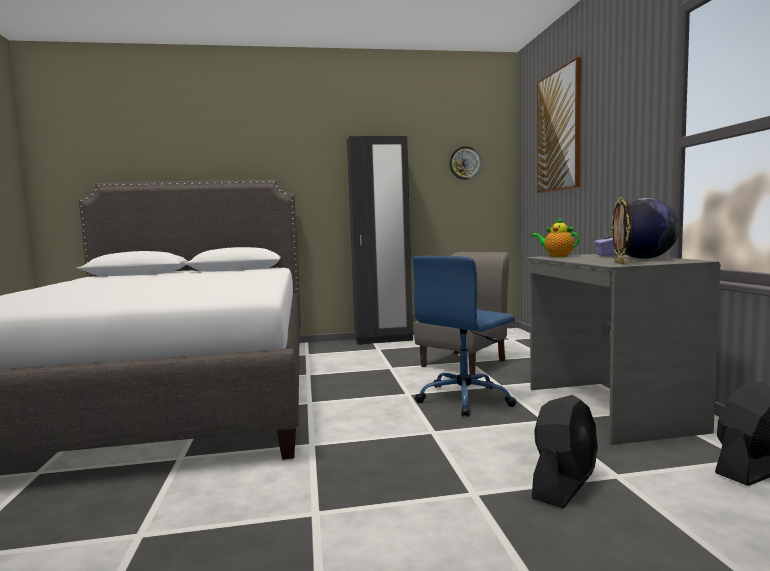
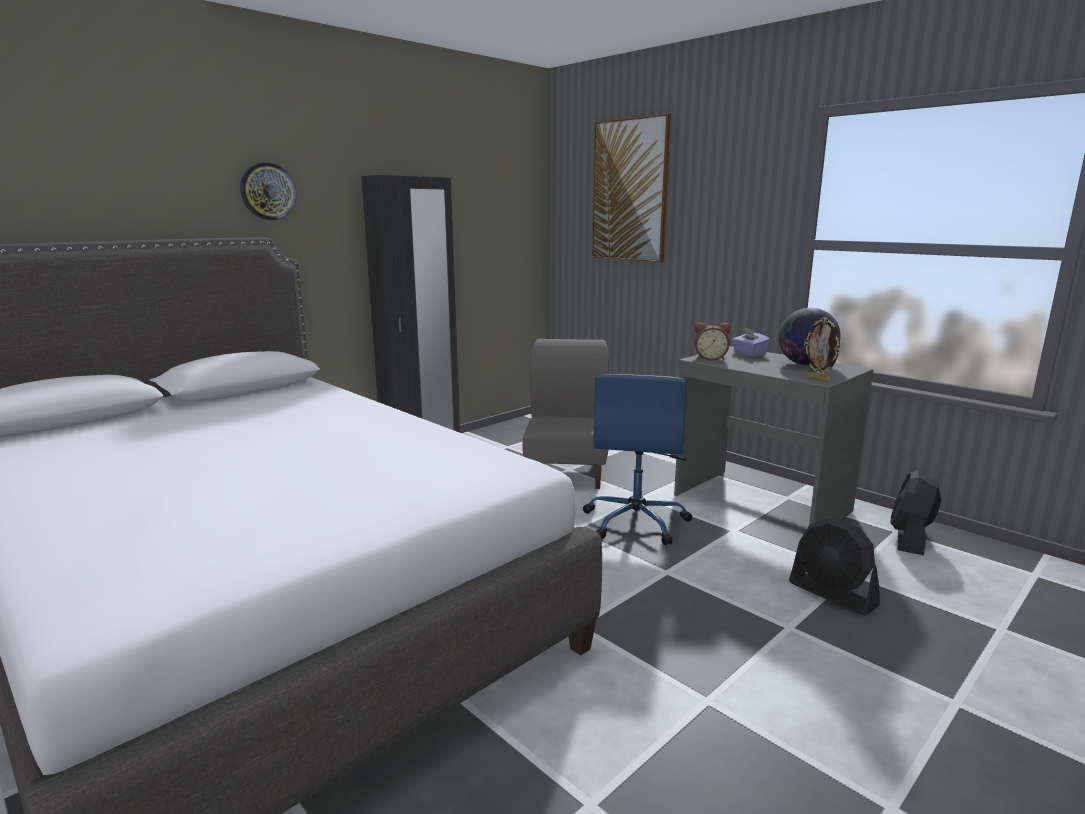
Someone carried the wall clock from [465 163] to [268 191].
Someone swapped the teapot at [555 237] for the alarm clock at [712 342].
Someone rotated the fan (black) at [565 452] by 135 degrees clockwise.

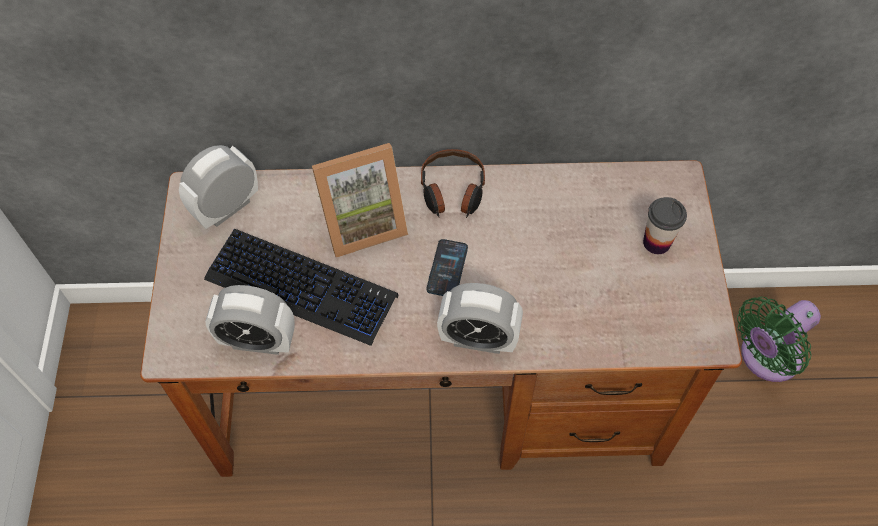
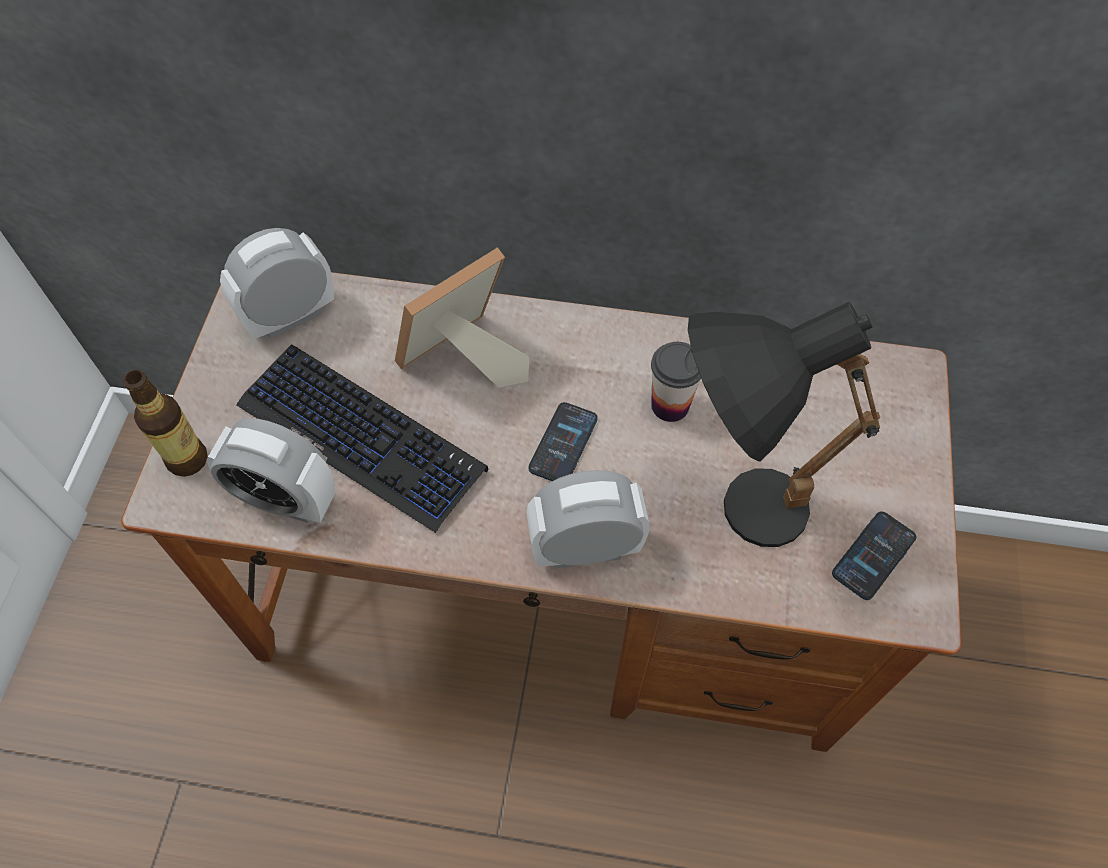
Someone rotated the picture frame at [360 200] by 150 degrees clockwise.
Someone took away the headphones at [453 183].
Someone rotated the alarm clock at [480 318] by 150 degrees clockwise.
Someone carried the cup from [665 225] to [676 382].
Someone took away the fan (green) at [779 339].
Someone put down the bottle at [165 423].
Someone put down the table lamp (black) at [784 424].
Someone put down the phone at [874 555].

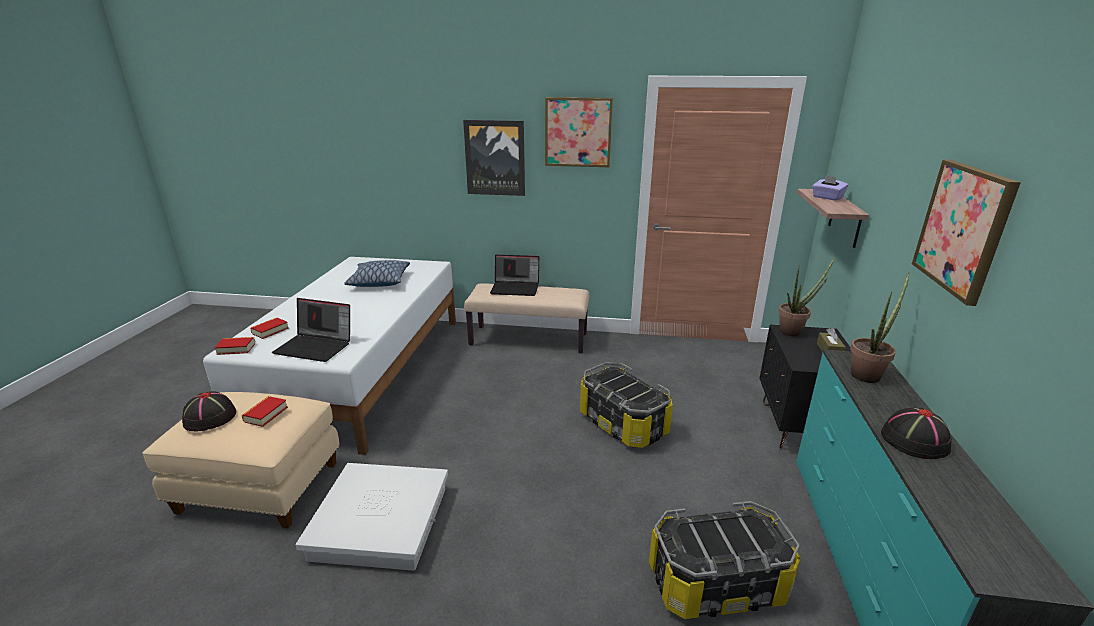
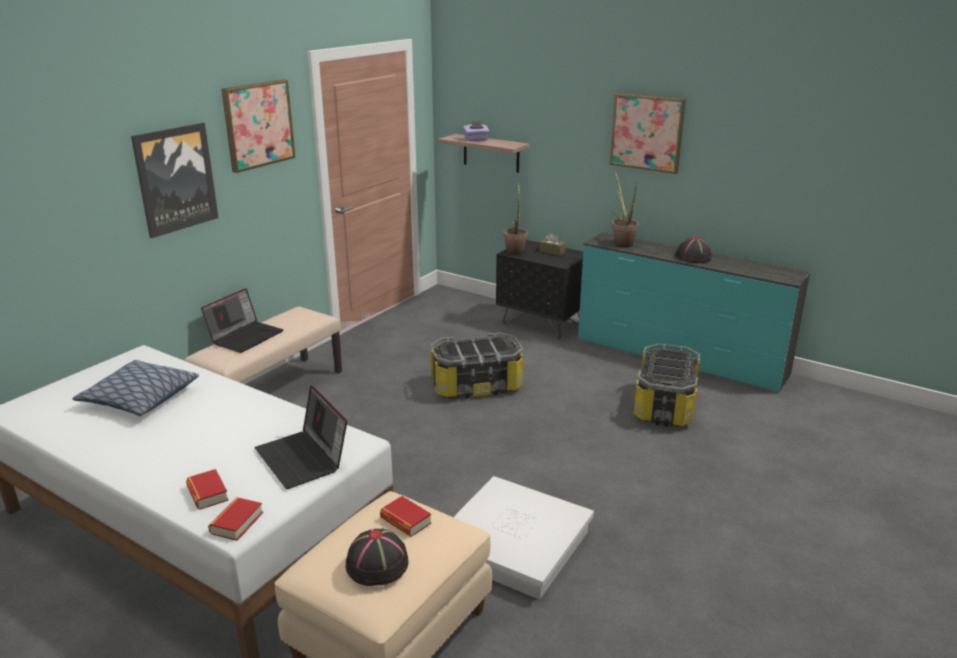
Someone rotated the laptop at [311 330] by 105 degrees clockwise.

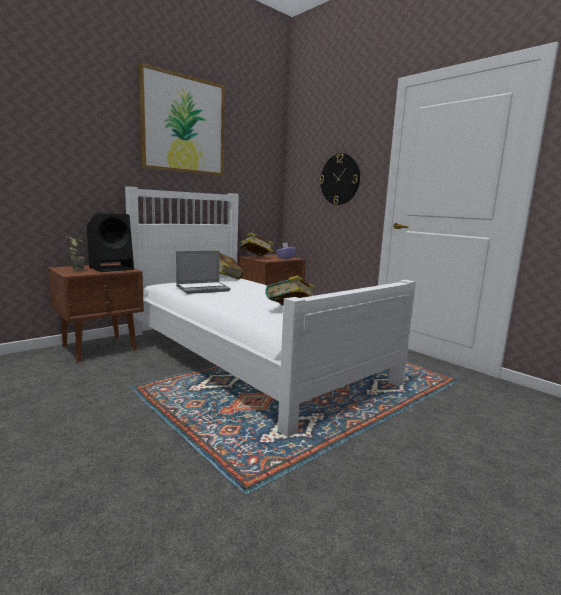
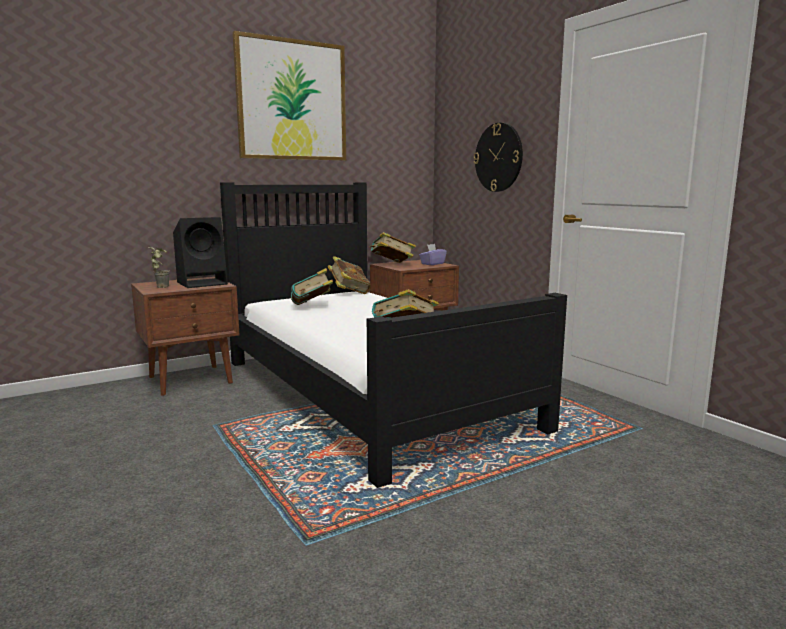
Someone repainted the bed (white) at [270 311], which became the bed (black) at [393 335].
Someone swapped the laptop at [203 272] for the book at [312 286].

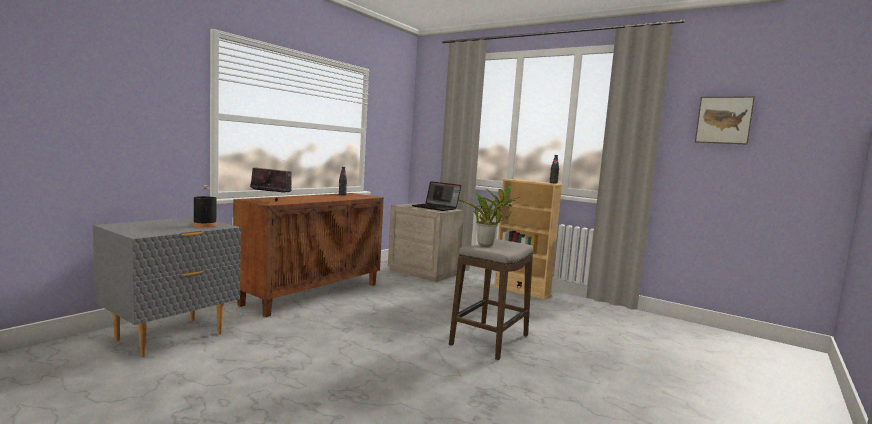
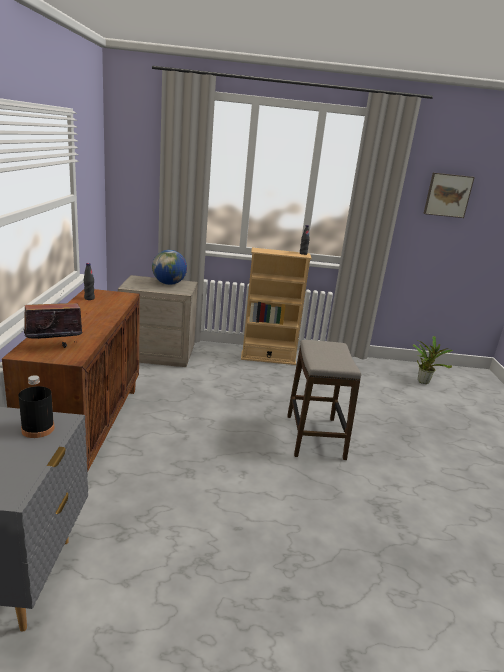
Someone swapped the laptop at [436 196] for the globe at [169 267].
Someone carried the potted plant from [488 215] to [433 360].

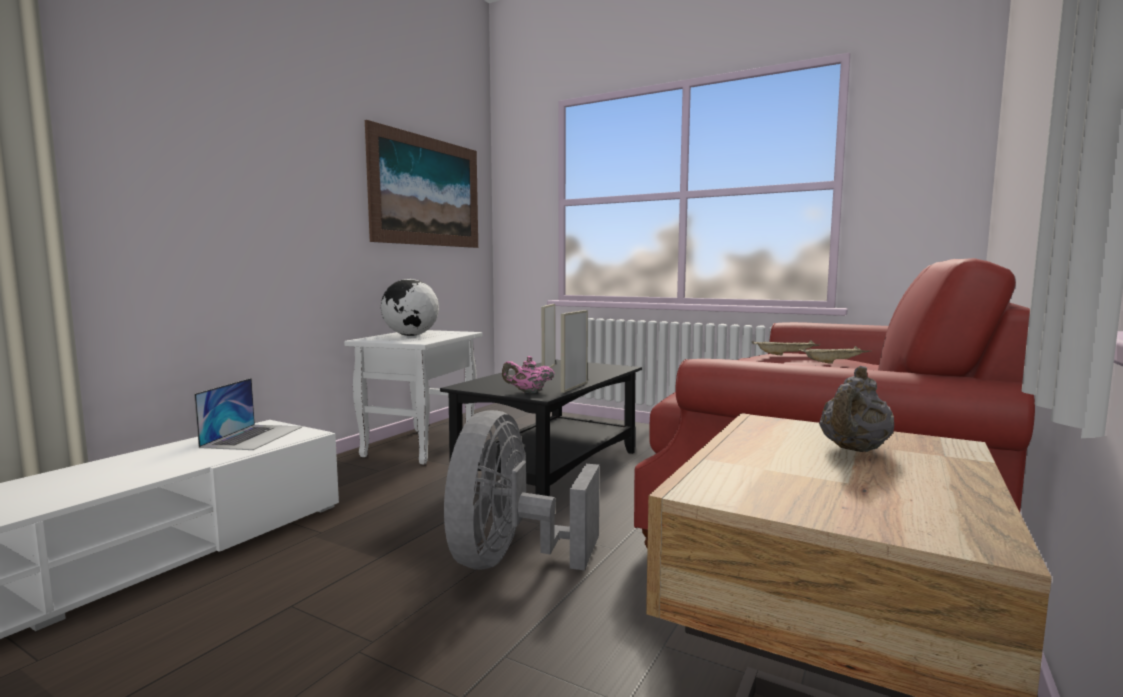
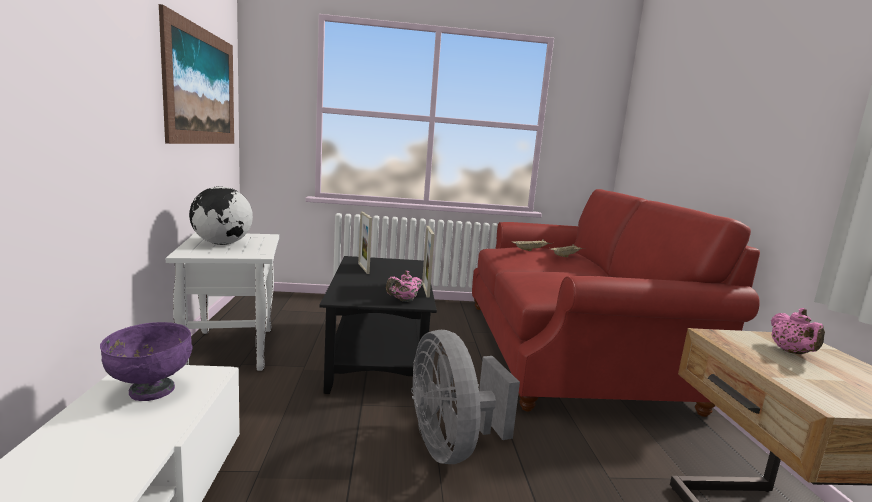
Someone swapped the laptop at [248 414] for the bowl (purple) at [146 361].
Someone repainted the teapot (grey) at [856 409], which became the teapot (pink) at [798 331].

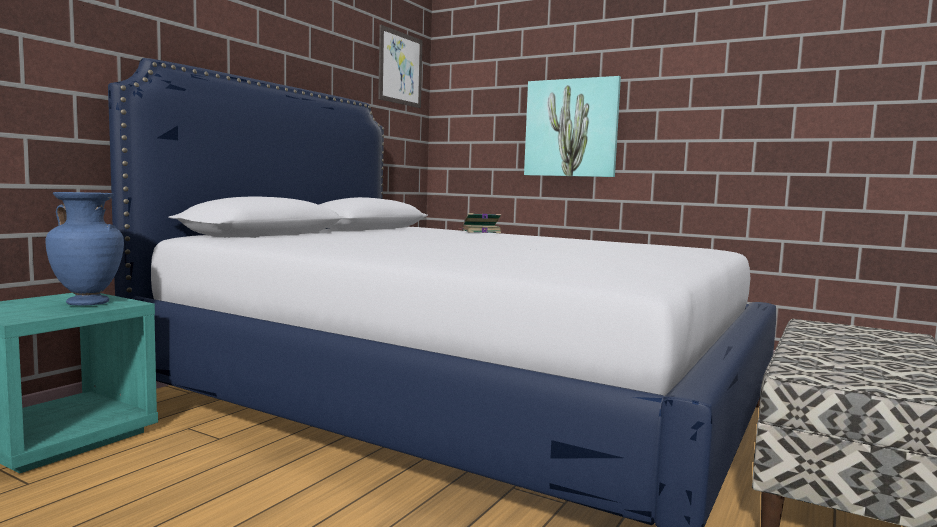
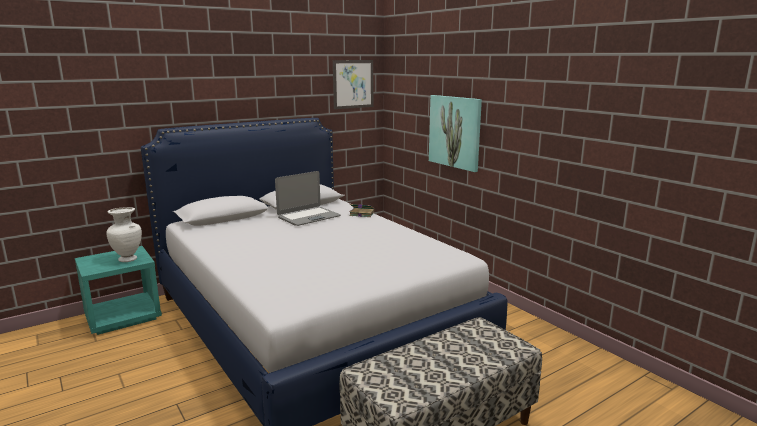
Someone repainted the vase (blue) at [84 249], which became the vase (white) at [124 234].
Someone put down the laptop at [308 198].

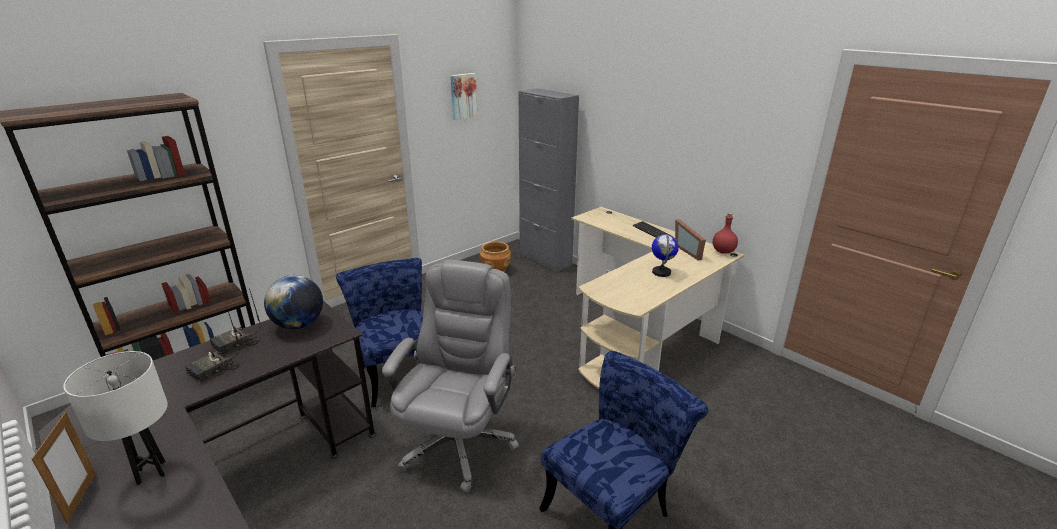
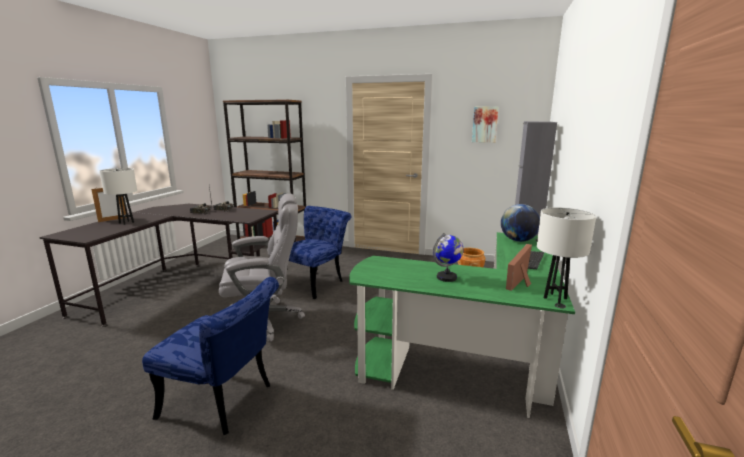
Someone carried the globe from [293 302] to [520 223].
Someone repainted the desk (beige) at [657 298], which became the desk (green) at [462 325].
Someone swapped the bottle (red) at [725 233] for the table lamp (white) at [566 256].

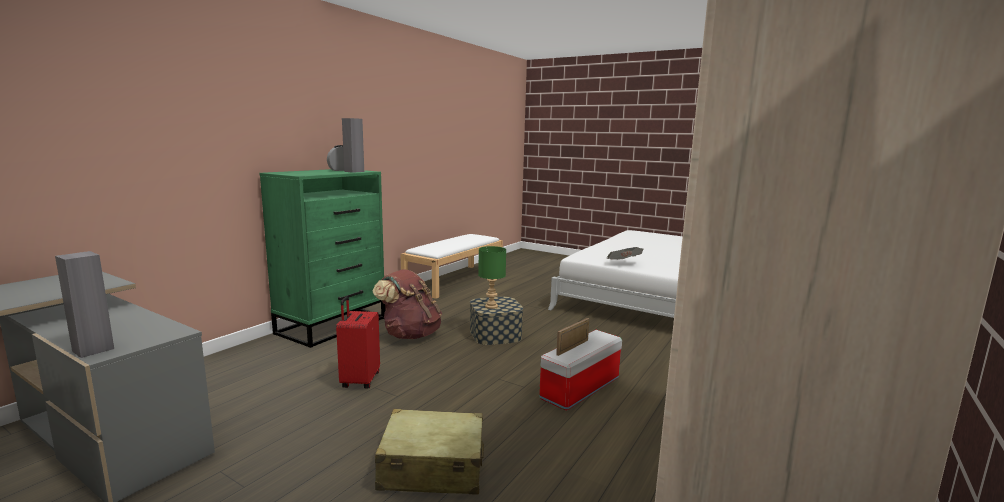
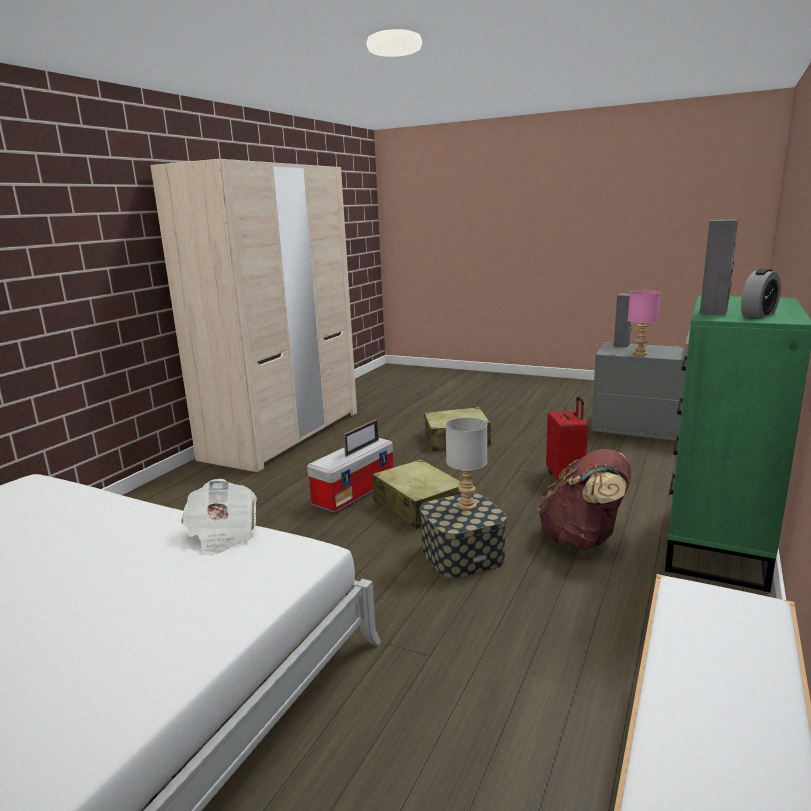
Someone repainted the table lamp (green) at [492 277], which became the table lamp (grey) at [466 464].
Someone put down the suitcase (beige) at [417 494].
Someone put down the table lamp (pink) at [644 323].

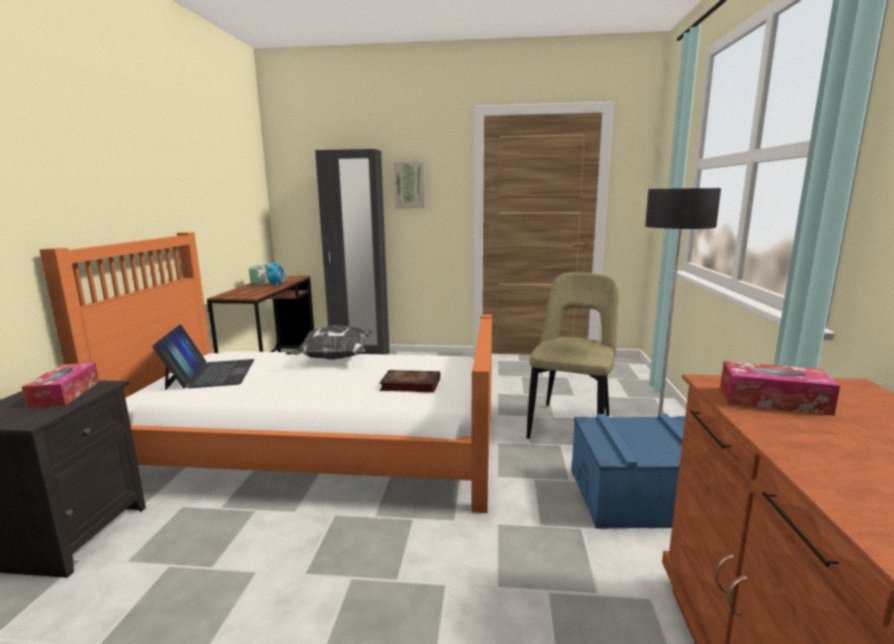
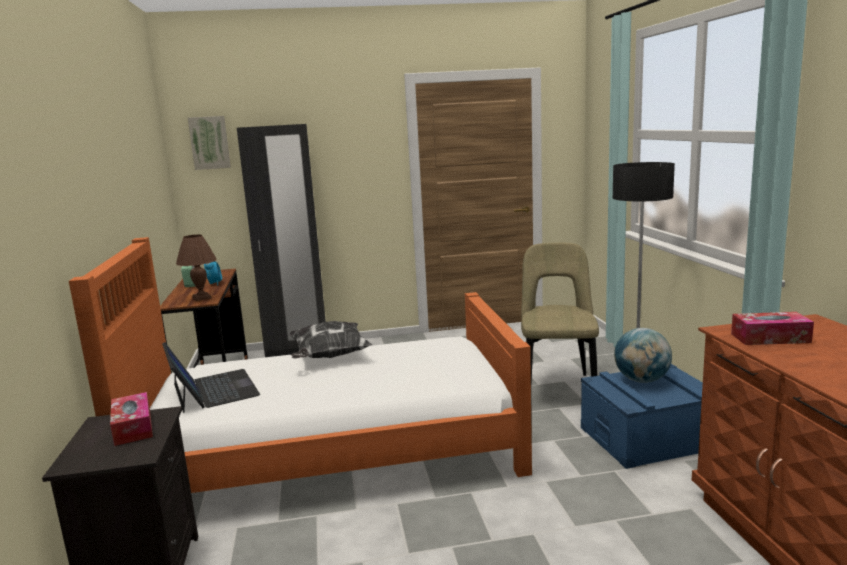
Someone took away the book at [409 381].
Someone carried the picture from [410 185] to [209 143].
Someone put down the table lamp (brown) at [196 268].
Someone put down the globe at [643 355].

